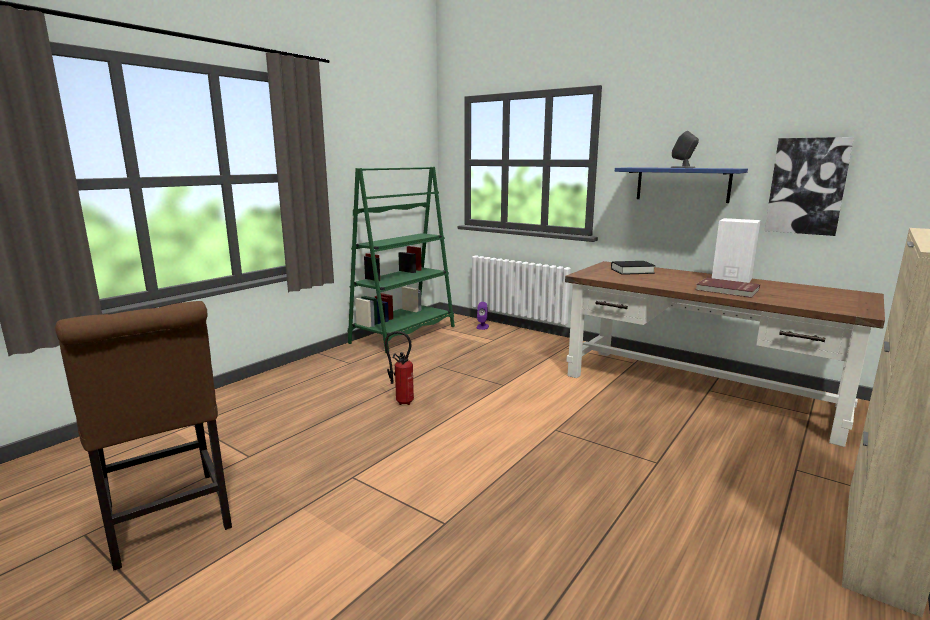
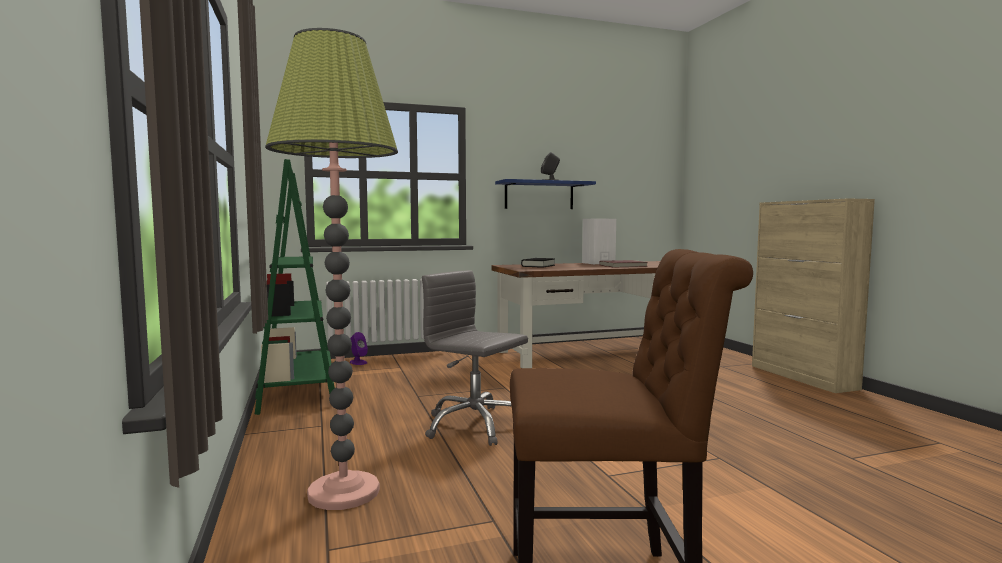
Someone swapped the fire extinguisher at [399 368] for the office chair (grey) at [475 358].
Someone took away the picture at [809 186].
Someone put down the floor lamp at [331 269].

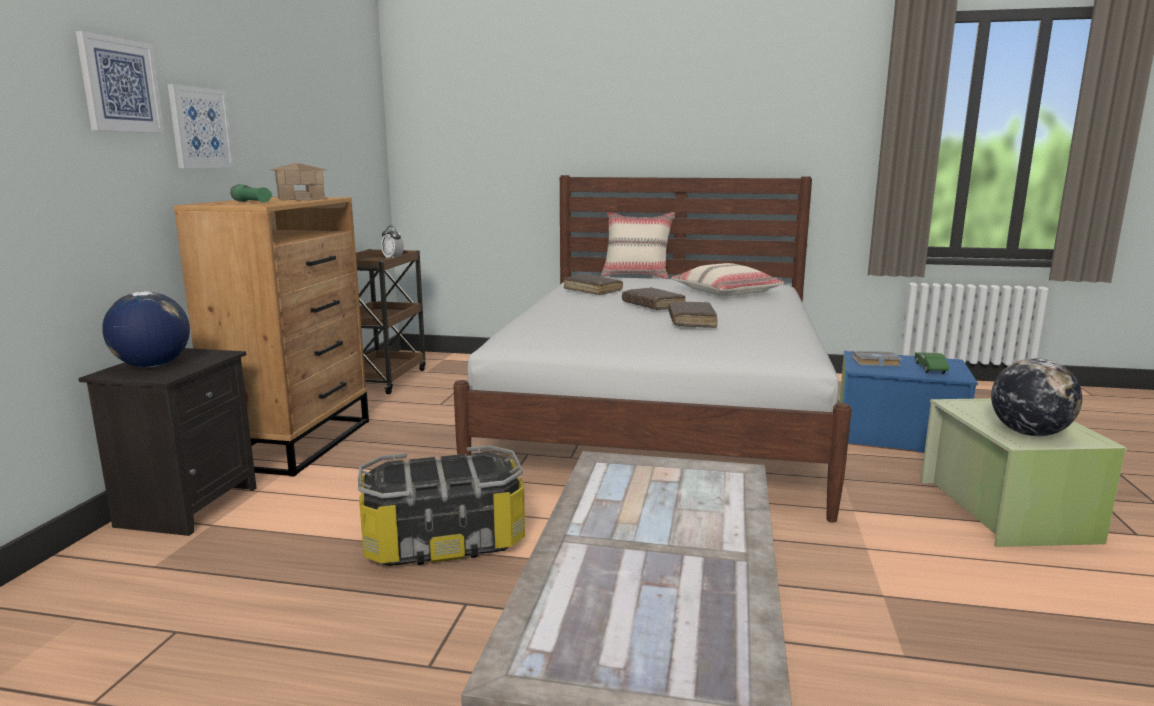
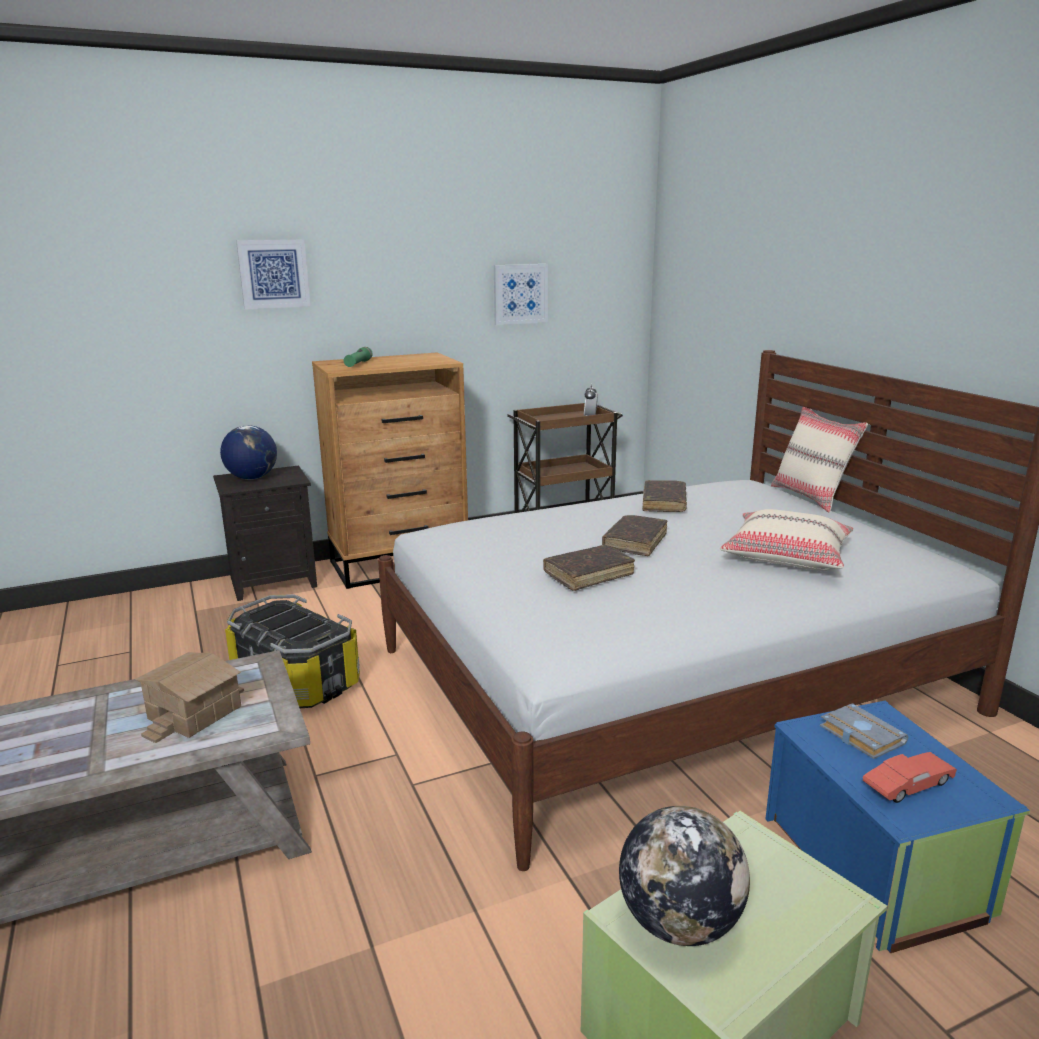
Someone carried the picture from [201 126] to [521 294].
Someone carried the toy house from [298 182] to [189 697].
Someone repainted the toy car (green) at [932 363], which became the toy car (red) at [910 777].

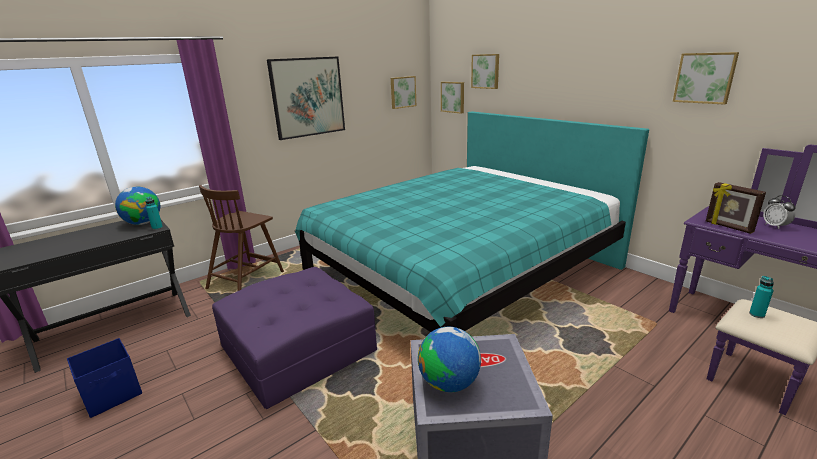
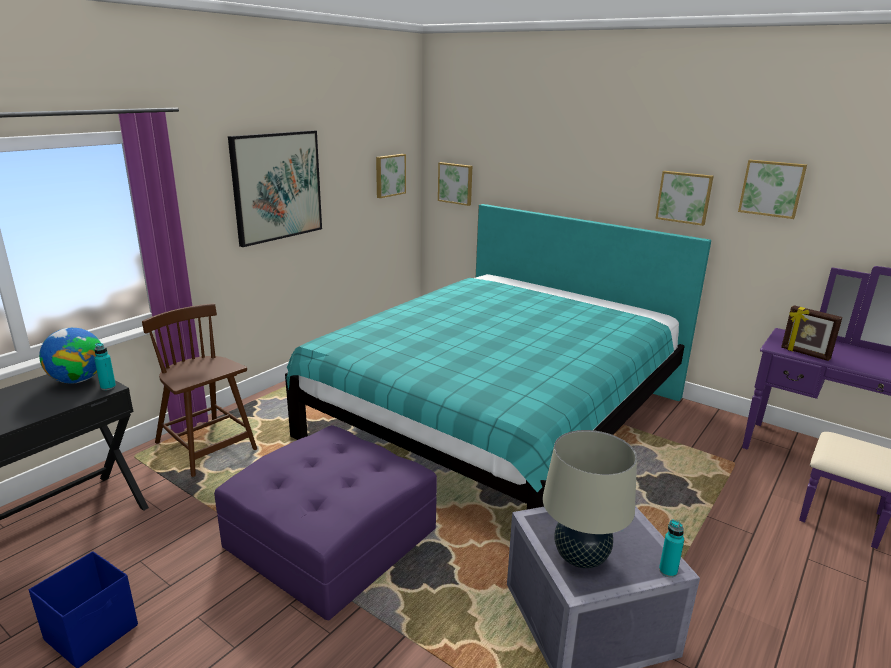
Someone rotated the chair (brown) at [241 238] by 120 degrees clockwise.
Someone swapped the globe at [449 359] for the table lamp (beige) at [590 499].
Someone carried the picture from [485 71] to [684 198].
Someone carried the bottle (turquoise) from [761 297] to [671 549].
Someone took away the alarm clock at [779 212].

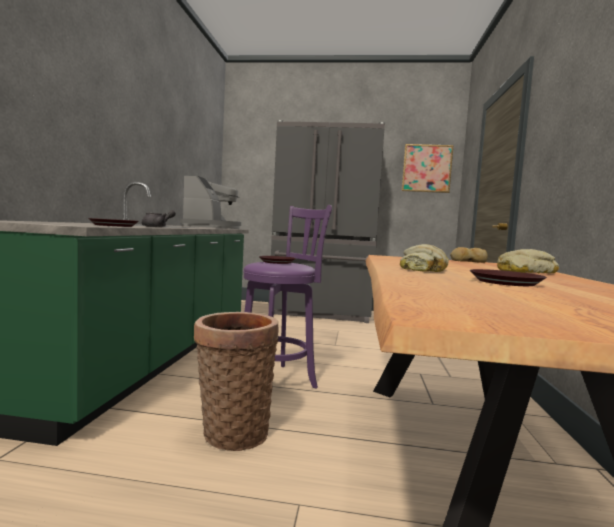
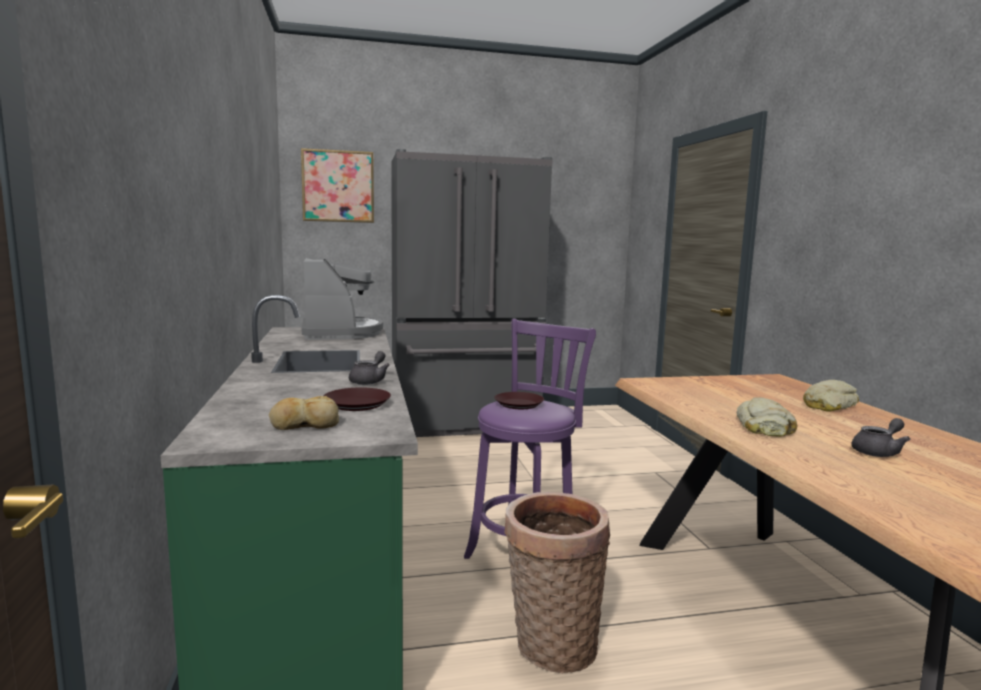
Someone carried the picture from [428 168] to [337 185].
Someone carried the bread from [469 255] to [304 413].
Someone swapped the plate (brown) at [508 277] for the teapot (grey) at [880 437].

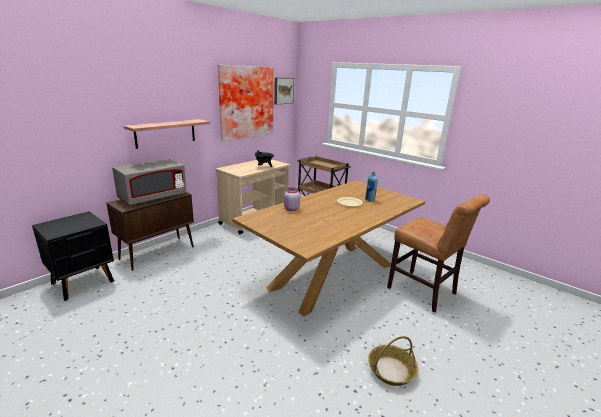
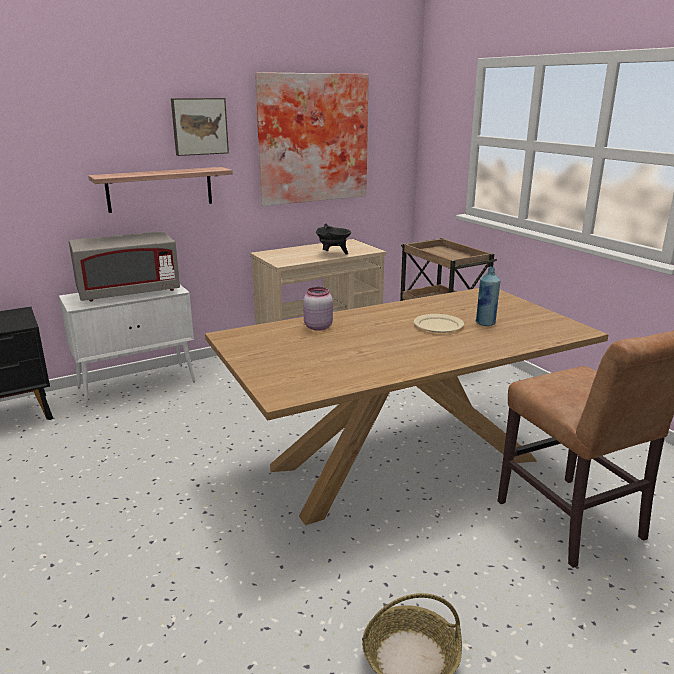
Someone repainted the cabinet (brown) at [150 231], which became the cabinet (white) at [127 346].
Someone carried the picture from [284 91] to [200 127].

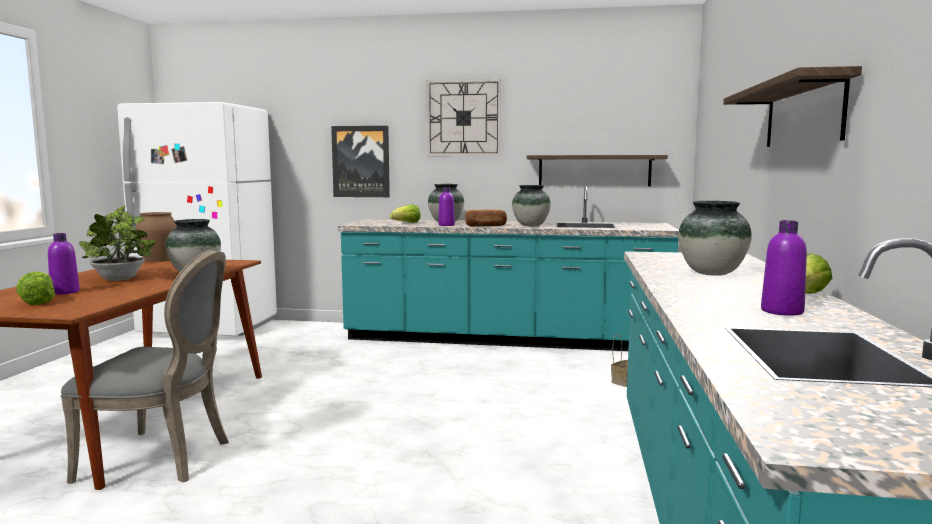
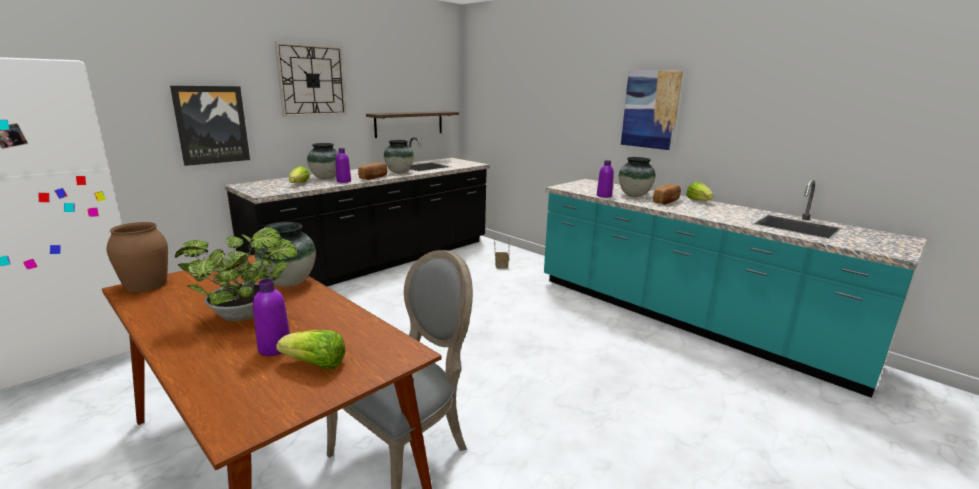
Someone repainted the counter (turquoise) at [508 269], which became the counter (black) at [357 211].
Someone swapped the shelf at [792 106] for the picture at [652 110].
Someone carried the bottle (purple) from [784 268] to [605 179].
Someone put down the bread at [667 194].

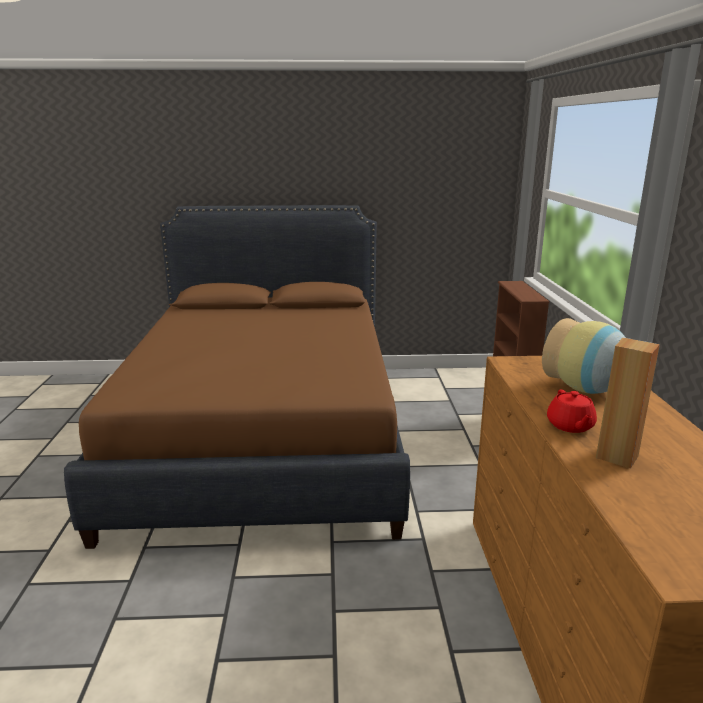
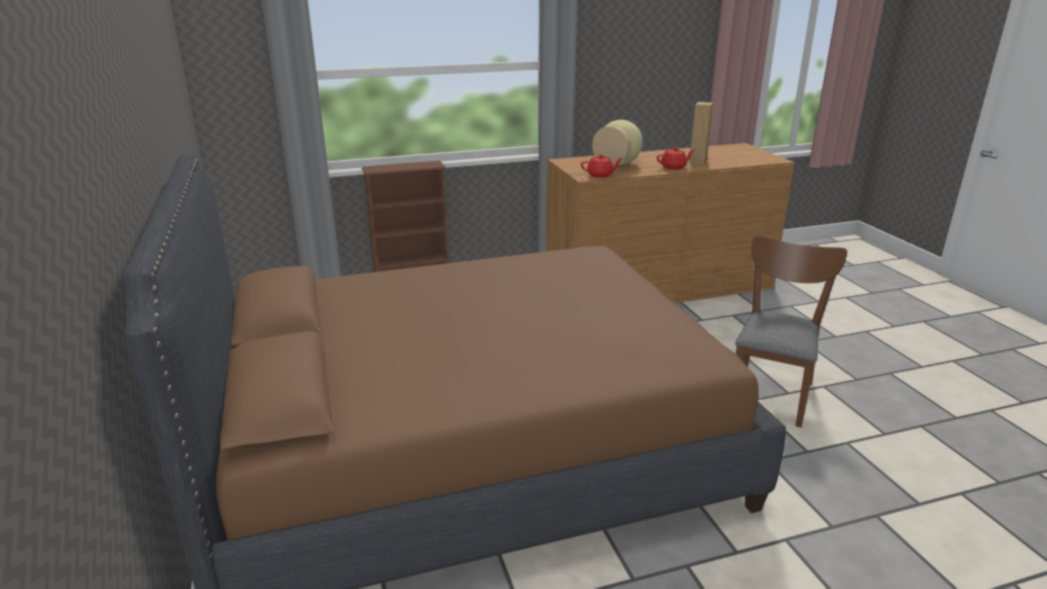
Someone put down the teapot (red) at [602 166].
Someone put down the chair (brown) at [791 331].

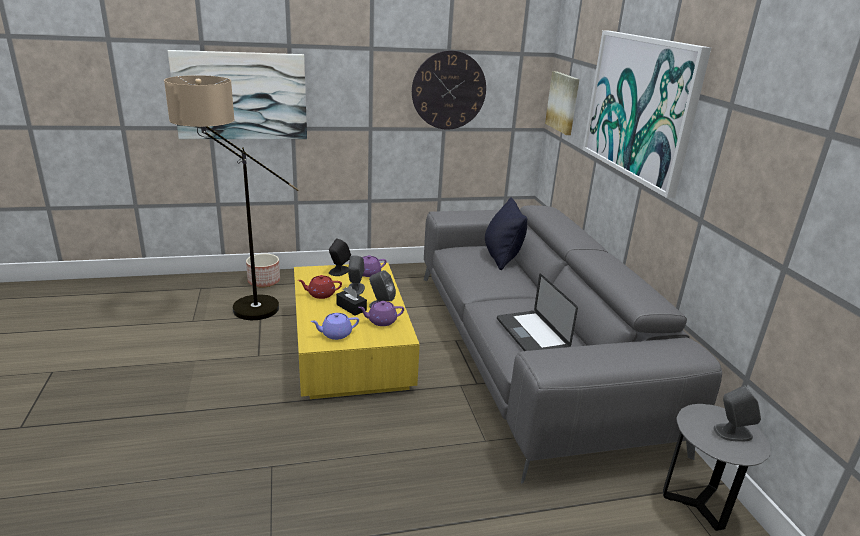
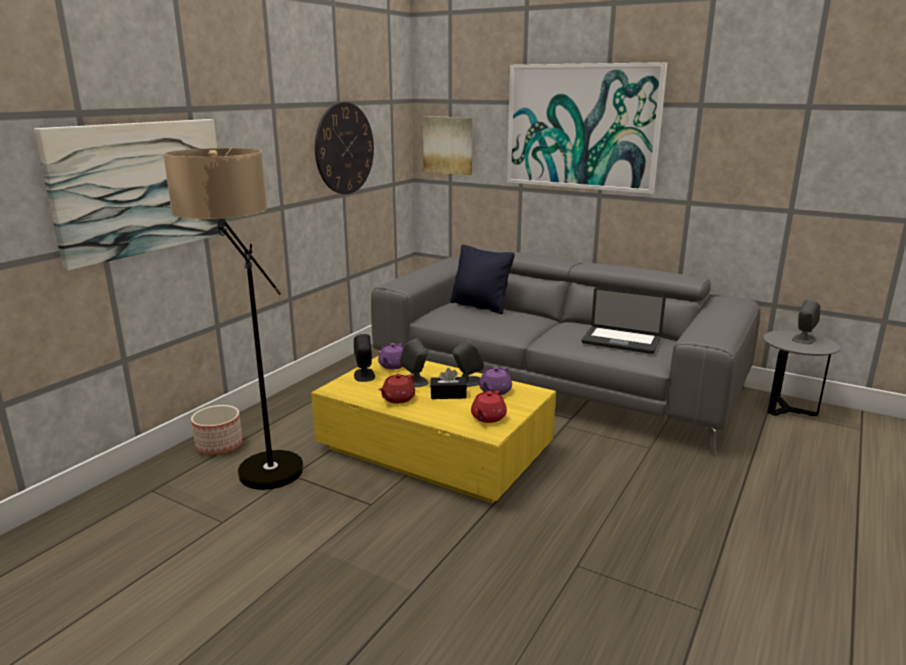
Someone repainted the teapot (purple) at [334 326], which became the teapot (red) at [489 406].

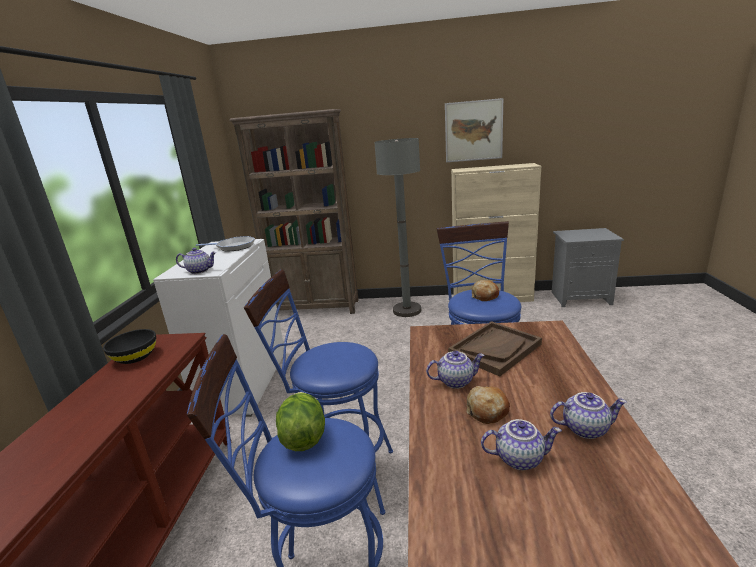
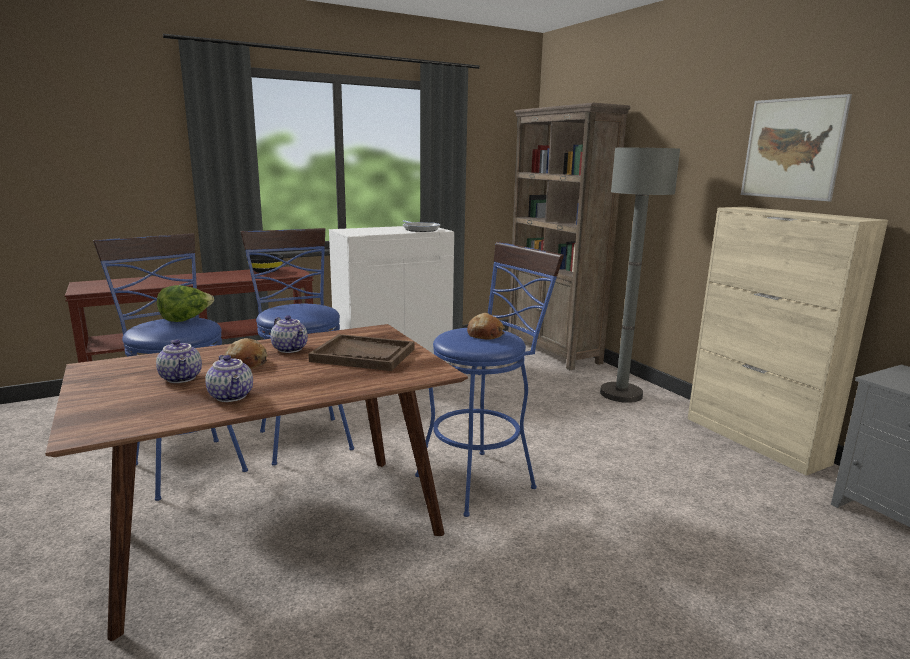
Someone took away the teapot at [196 261].

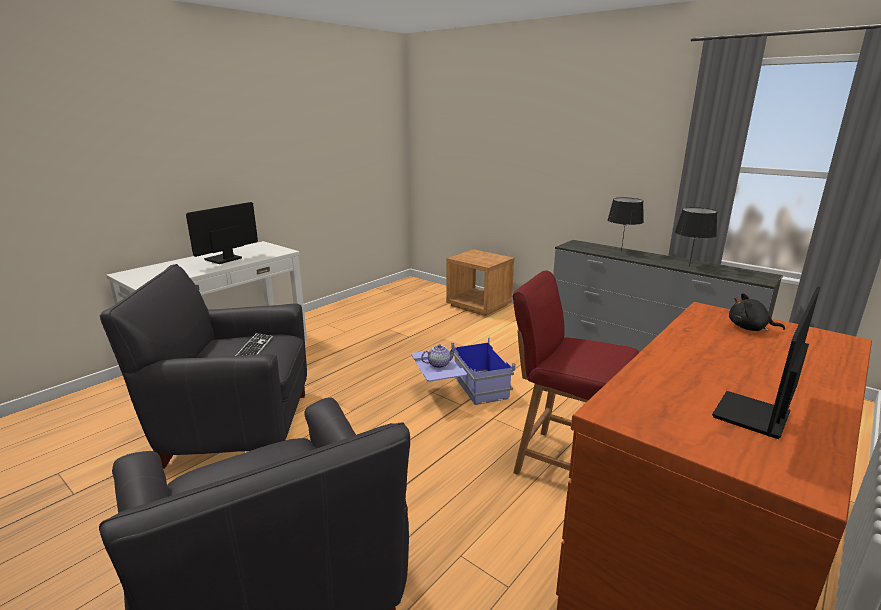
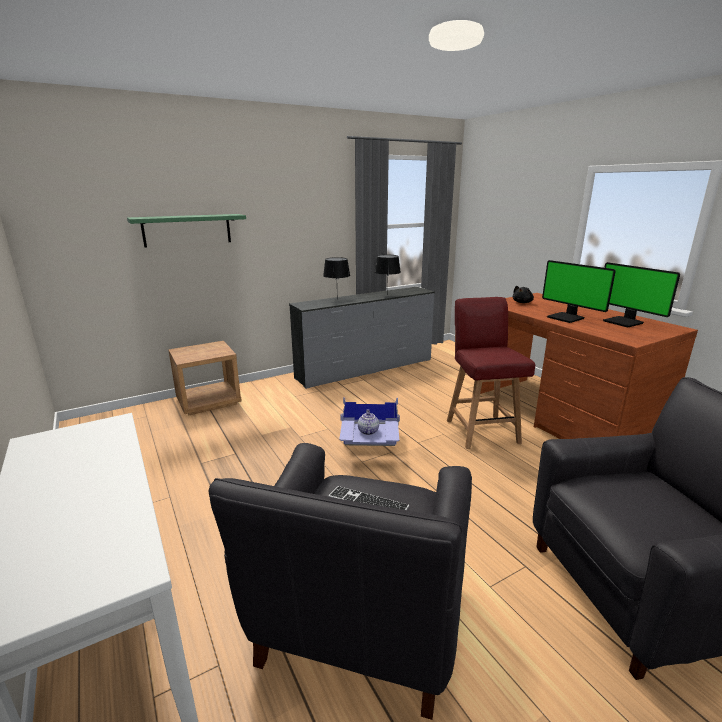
Someone carried the monitor from [222 233] to [579 291].
Someone rotated the chair (red) at [576 372] by 120 degrees clockwise.
Someone put up the shelf (green) at [186 231].

